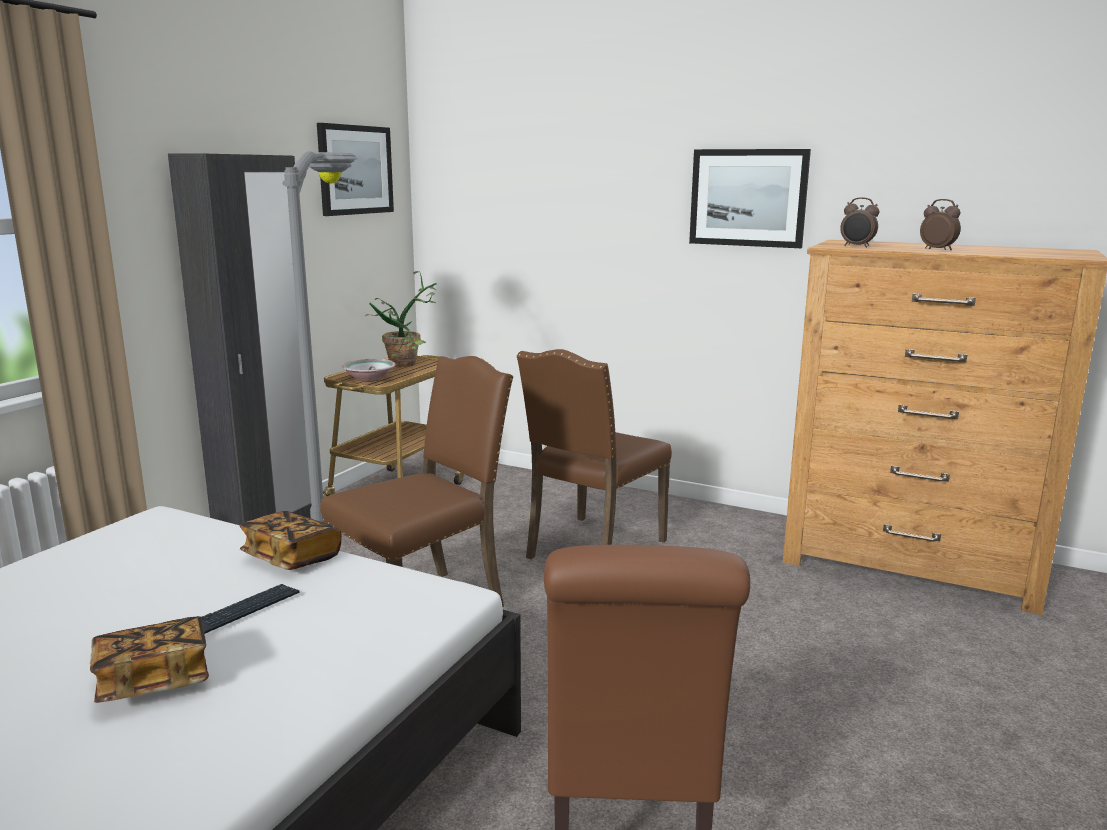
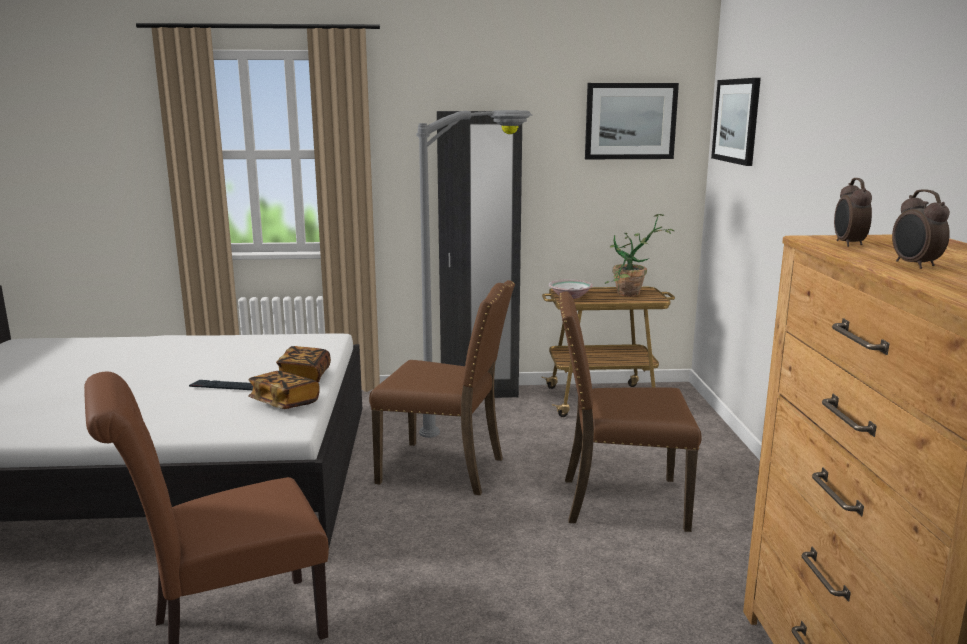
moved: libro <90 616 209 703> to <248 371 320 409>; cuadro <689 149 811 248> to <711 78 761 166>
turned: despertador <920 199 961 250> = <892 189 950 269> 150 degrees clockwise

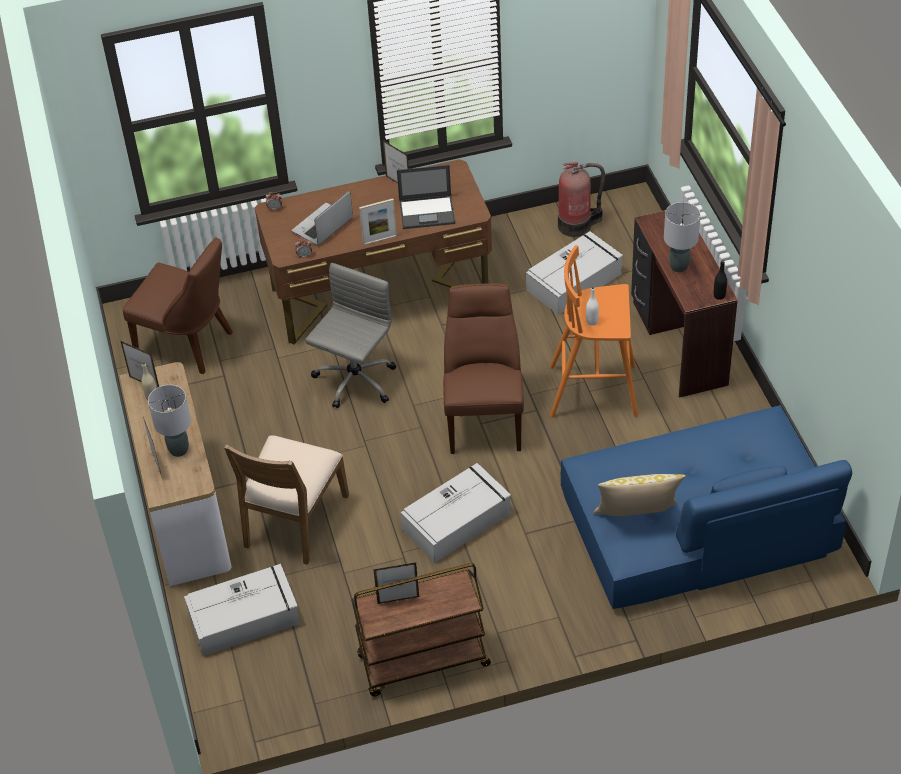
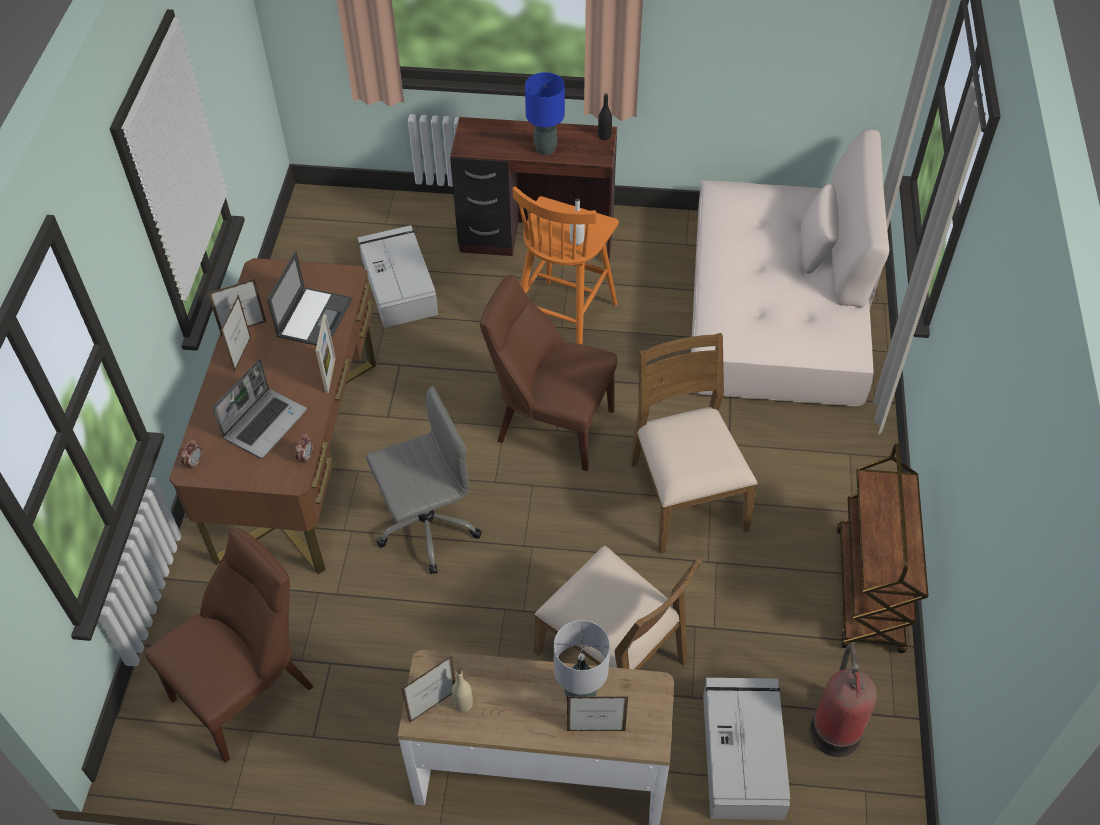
removed: cojín <593 474 686 516>
moved: portarretratos <373 562 419 604> to <221 294 251 372>; extintor <558 162 605 237> to <810 644 877 757>
replaced: caja de almacenaje/gris <400 463 511 562> to silla/marrón <630 333 758 553>
recoloured: sofá/azul <561 405 852 609> to sofá/beis <691 129 889 406>; lámpara de mesa/gris <664 202 700 272> to lámpara de mesa/azul <525 72 565 155>
turned: portátil <292 191 353 246> = <213 359 307 458> 120 degrees counterclockwise; silla de oficina/gris <305 263 396 408> = <366 385 481 574> 105 degrees clockwise

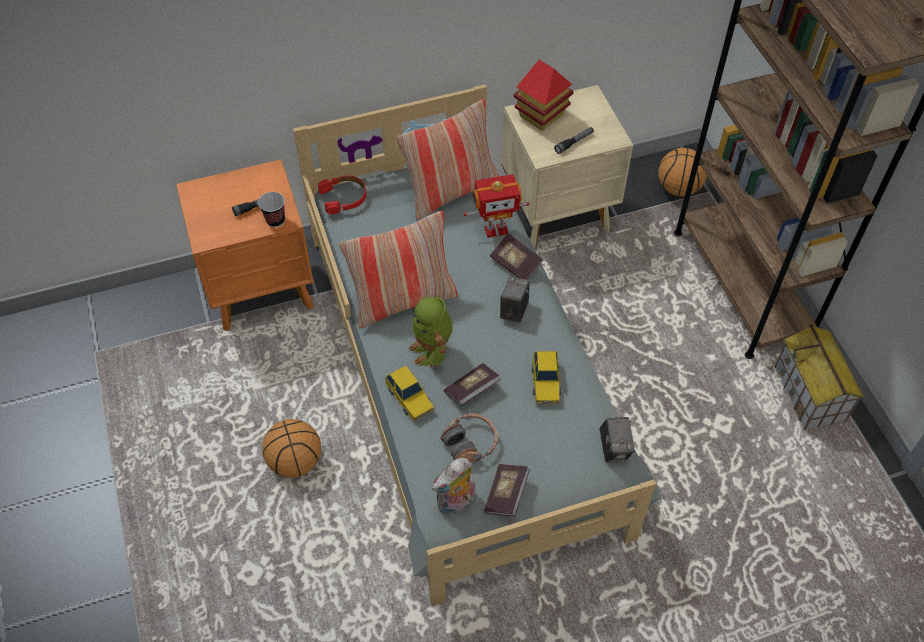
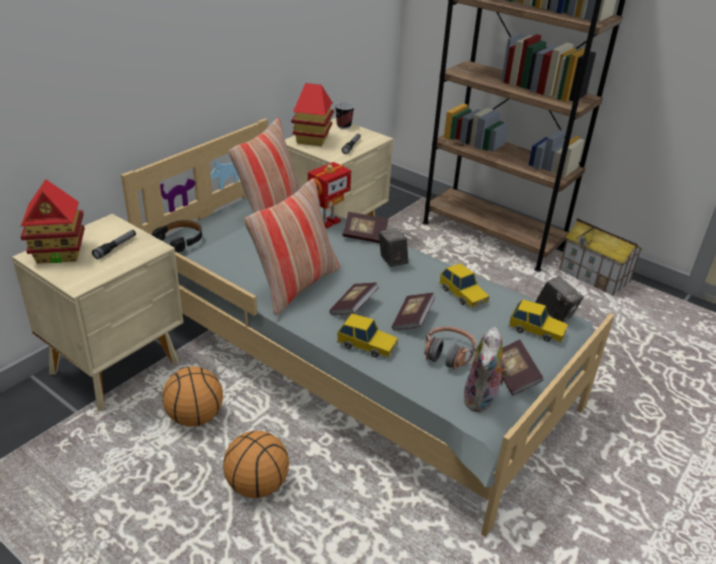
added: casita <20 179 85 264>; coche de juguete <508 300 568 343>
moved: taza <258 192 285 227> to <335 102 355 129>; balón de baloncesto <658 148 707 197> to <162 366 223 427>
replaced: robot de juguete <409 297 453 369> to libro <329 282 379 315>
recoloured: mesita de noche/naranja <176 159 314 331> to mesita de noche/beis <12 214 183 411>; auriculares/rojo <318 176 366 214> to auriculares/negro <152 220 202 253>

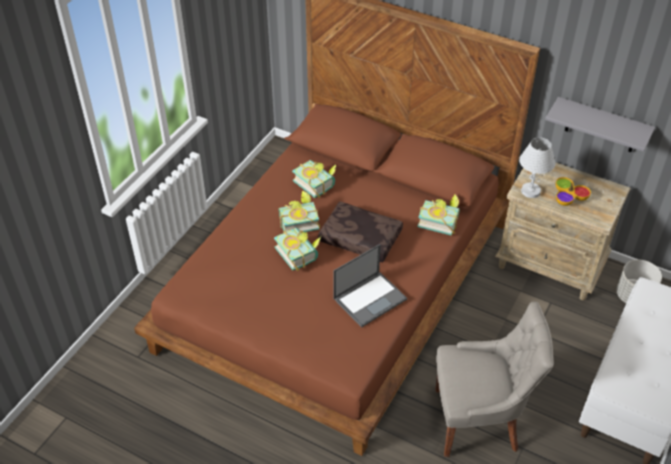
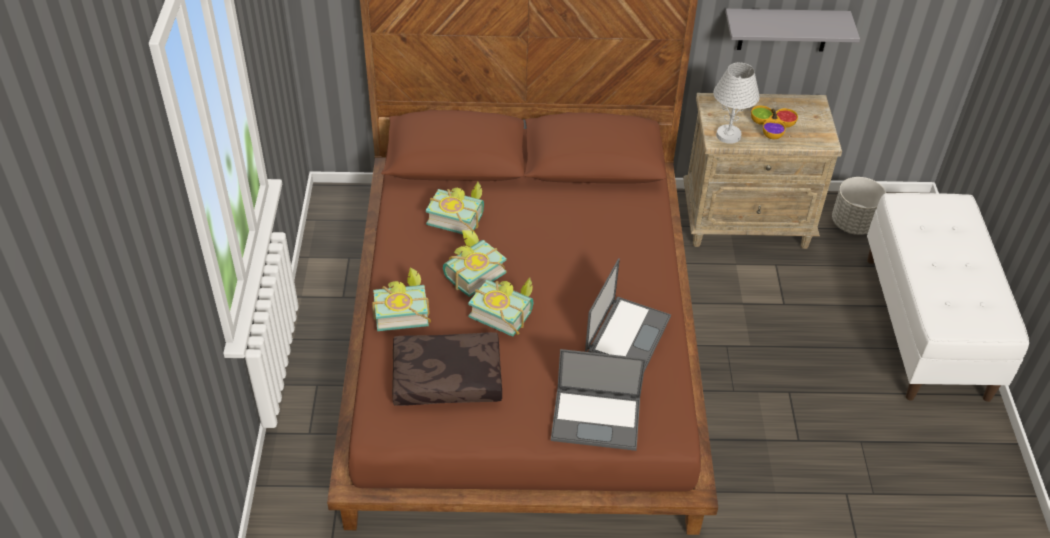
removed: silla/gris <435 301 554 457>
added: portátil <551 349 646 451>
moved: cojín/marrón <318 201 403 262> to <392 332 502 406>; libro <418 195 460 236> to <372 267 431 331>

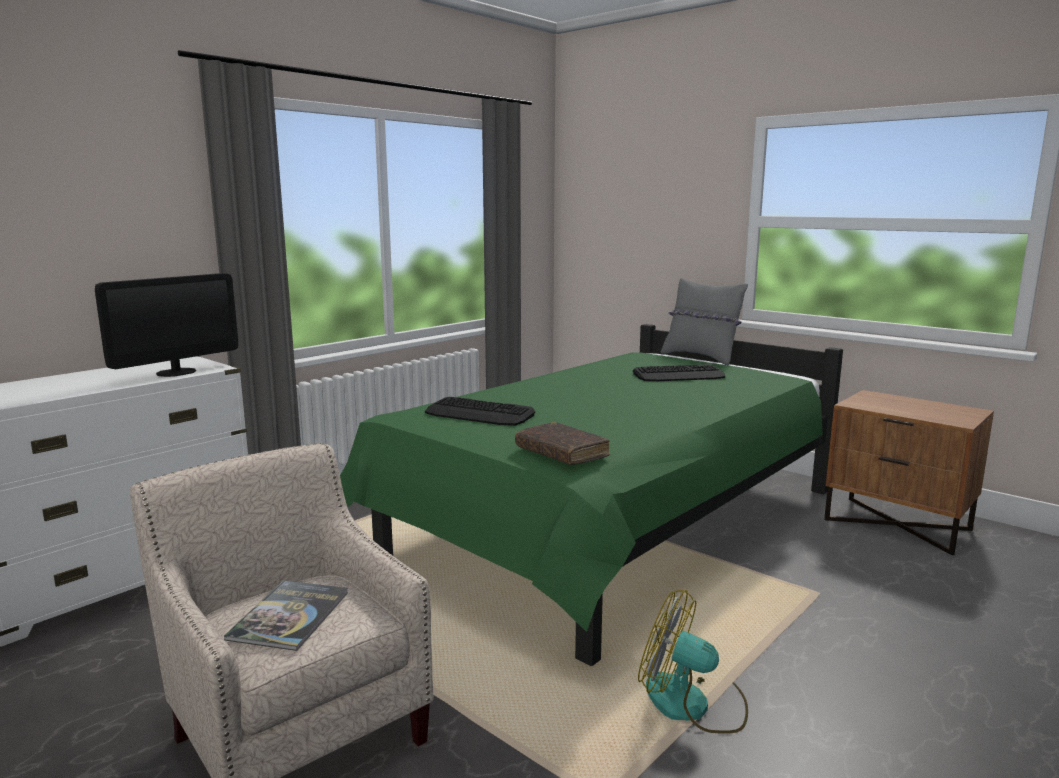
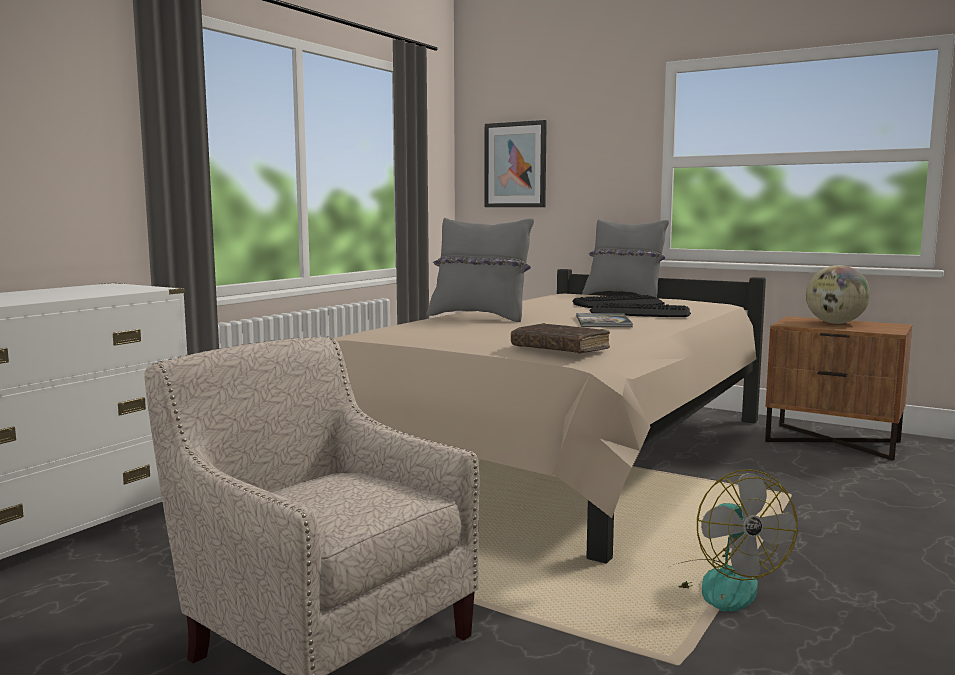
removed: monitor <95 273 238 377>
added: cojín/gris <426 218 534 322>; cuadro <485 120 547 207>; globo terráqueo <806 265 870 324>
moved: libro <224 580 348 651> to <576 313 633 327>; teclado <425 397 535 426> to <590 303 691 317>
recoloured: cama/verde <340 324 843 666> to cama/beis <333 269 766 563>
turned: ventilador <638 590 748 734> = <674 469 798 612> 120 degrees counterclockwise

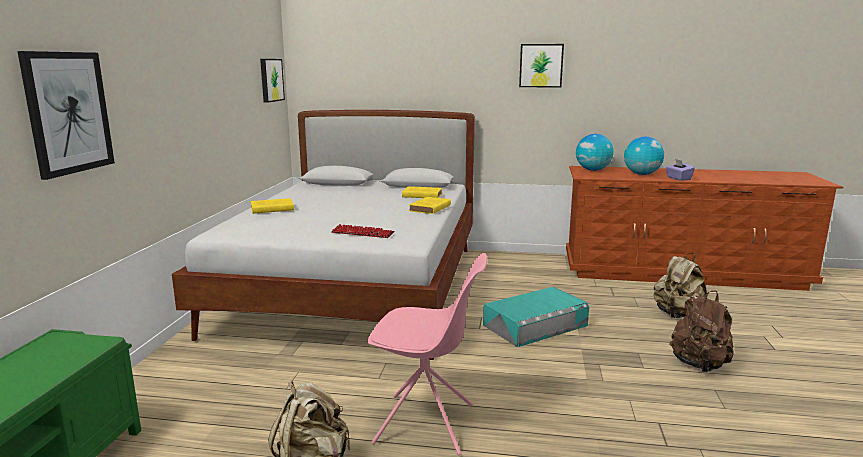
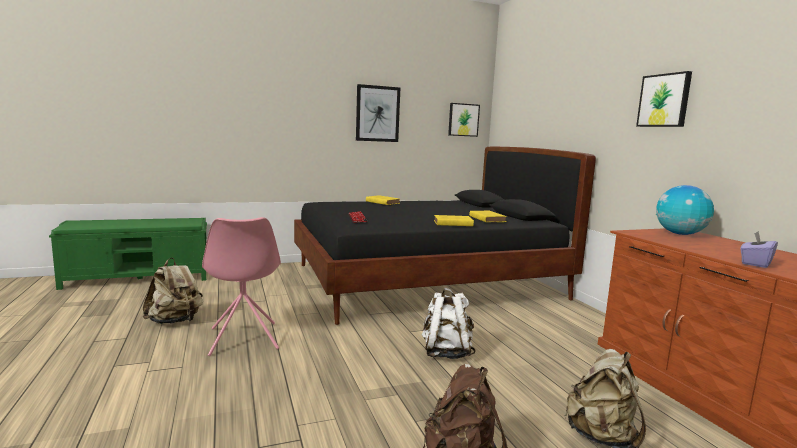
removed: globo terráqueo <624 137 664 175>
moved: cuadro <17 51 115 180> to <356 84 400 142>
replaced: caja de almacenaje/turquesa <483 287 589 347> to mochila/blanco <422 288 476 359>
recoloured: cama/blanco <172 110 475 360> to cama/negro <294 147 596 325>

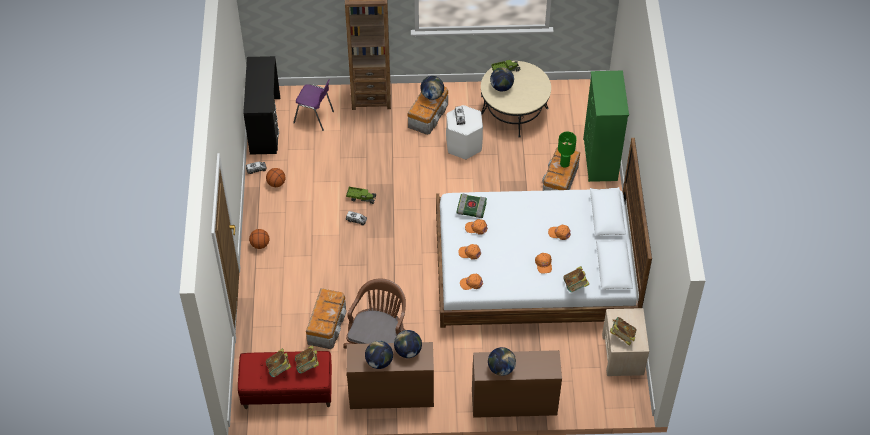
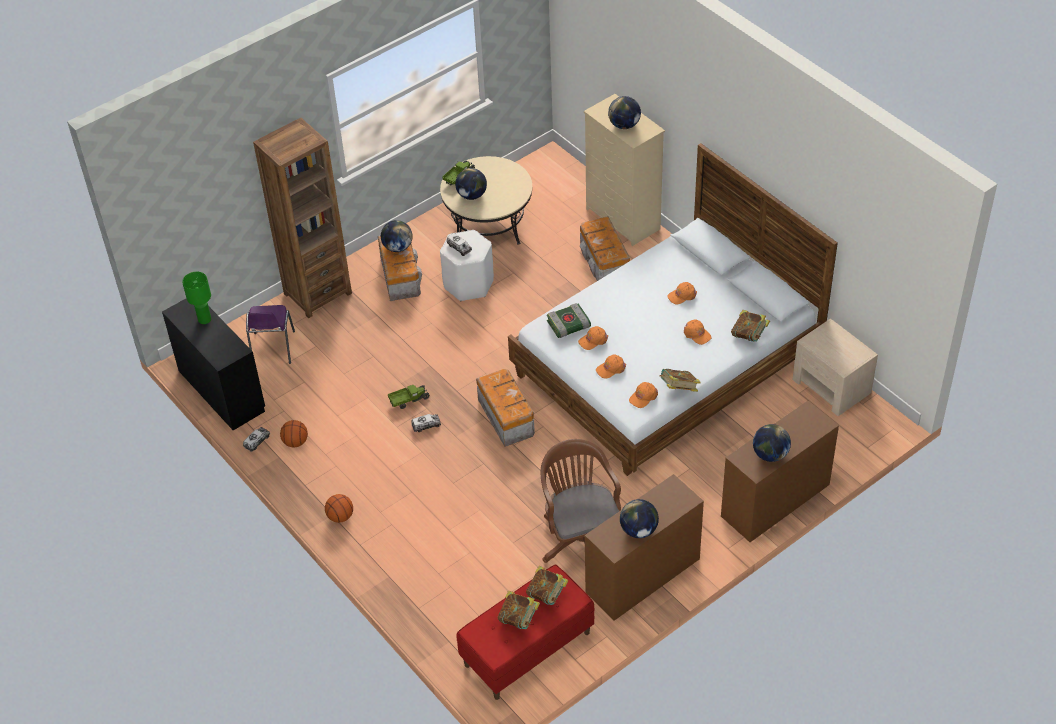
moved: caja de almacenaje <306 288 347 349> to <476 369 535 447>; globo terráqueo <394 330 422 358> to <608 96 641 129>; lámpara de mesa/verde <558 132 577 168> to <182 272 211 324>; libro <610 317 637 346> to <660 369 701 392>
recoloured: cómoda/verde <583 71 629 182> to cómoda/beis <584 94 665 246>
turned: silla/morado <293 80 334 131> = <246 305 295 364> 105 degrees clockwise

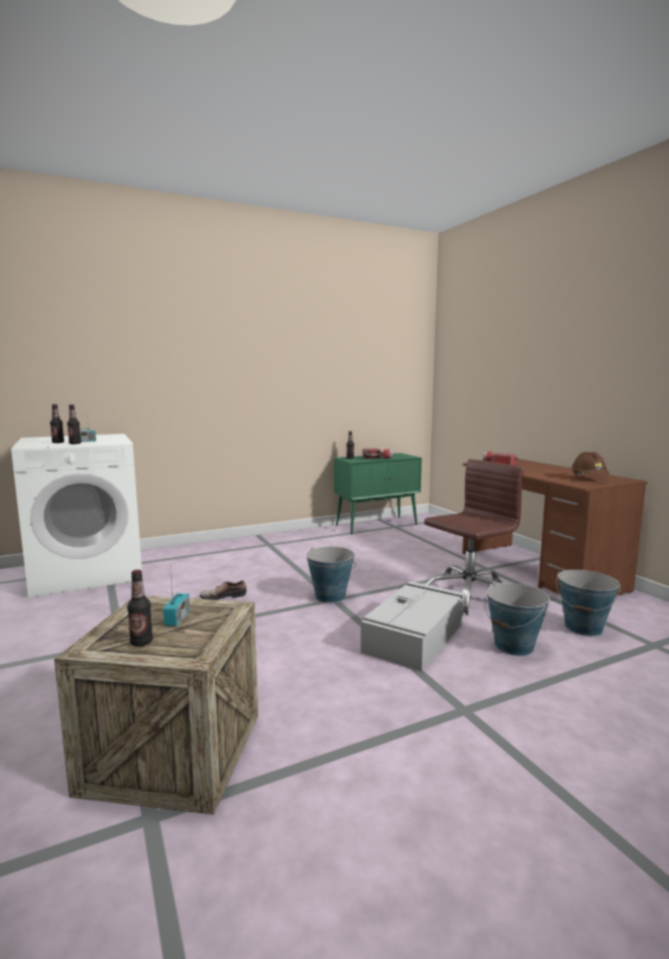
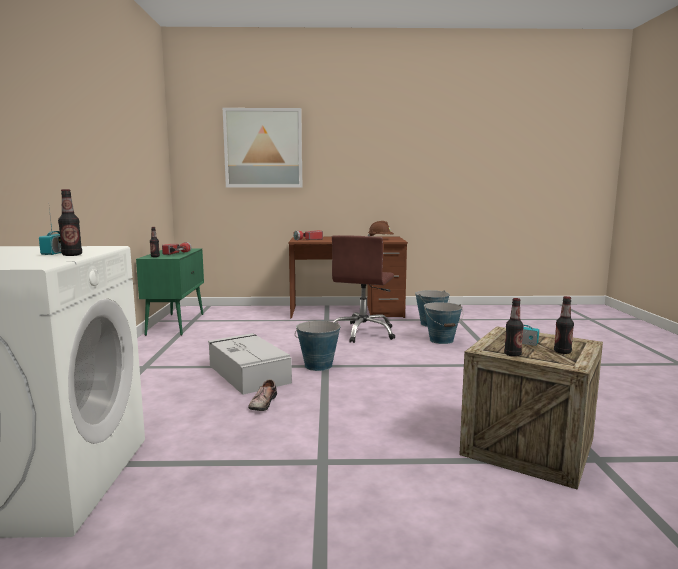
added: cuadro <223 108 302 188>
moved: botella <50 404 64 443> to <504 298 524 357>; caja de almacenaje/gris <361 581 465 672> to <208 333 292 395>
turned: silla de oficina/marrón <424 459 524 615> = <332 235 395 343> 150 degrees counterclockwise

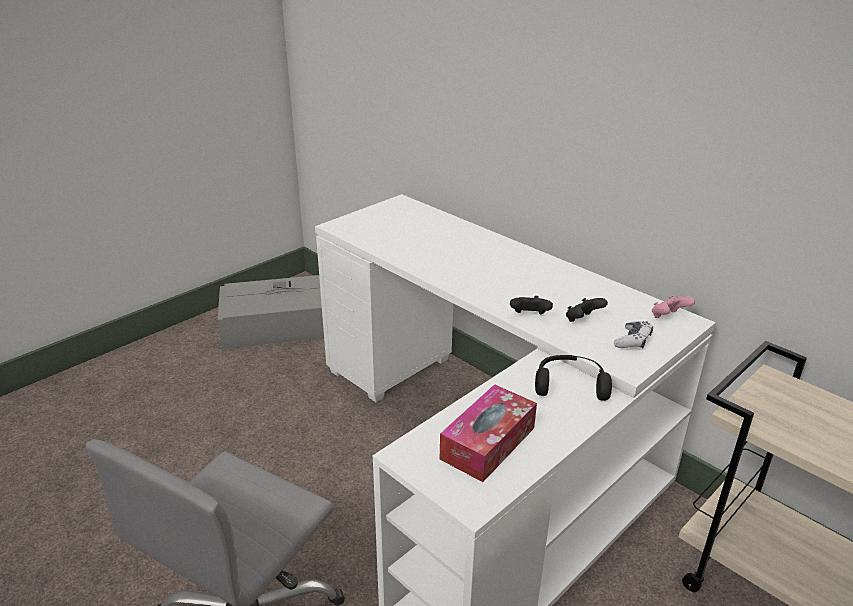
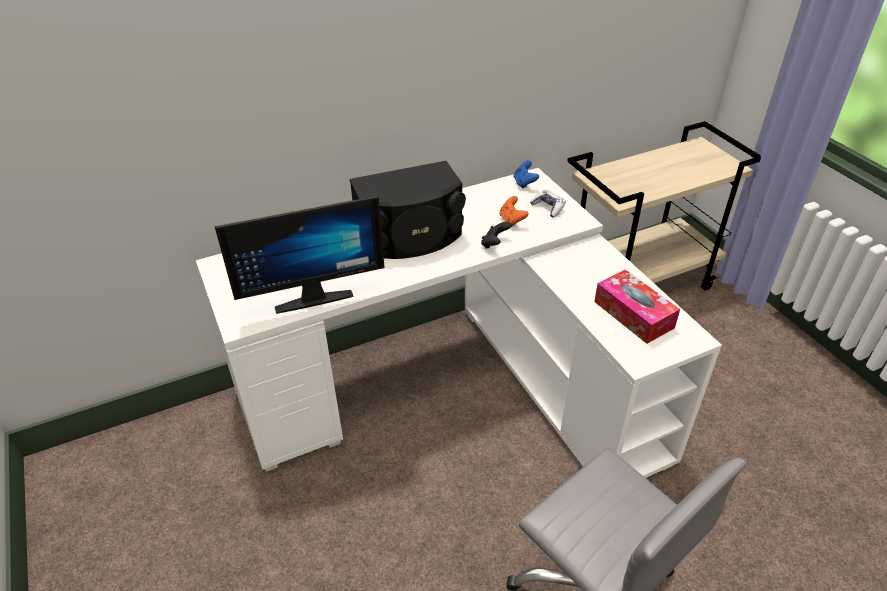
removed: caja de almacenaje/gris <218 275 324 349>; auriculares/negro <535 355 612 401>
added: monitor <214 195 385 314>; altavoz/negro <350 161 466 259>
recoloured: mando de consola/negro <566 298 608 322> to mando de consola/naranja <499 196 529 227>; mando de consola/rosa <652 295 695 318> to mando de consola/azul <514 160 539 189>

